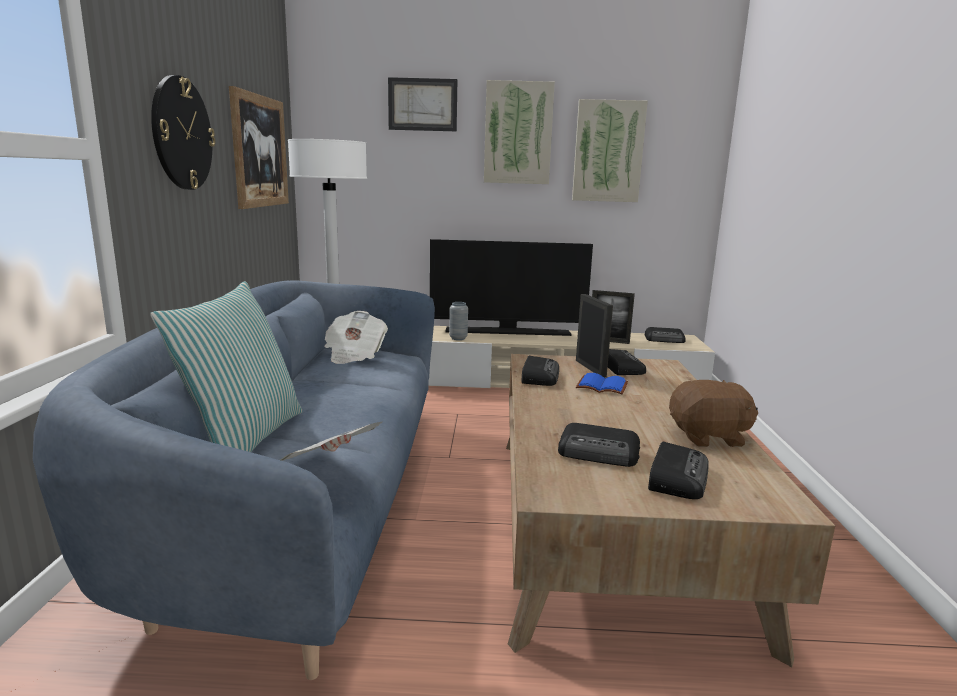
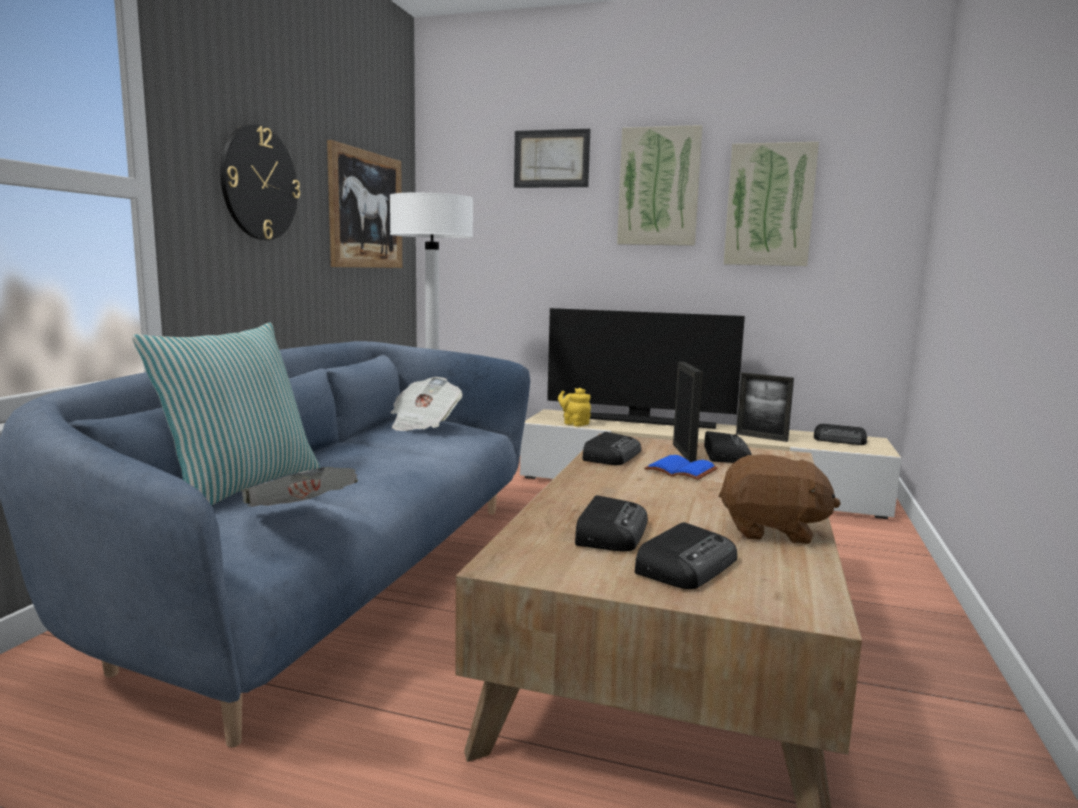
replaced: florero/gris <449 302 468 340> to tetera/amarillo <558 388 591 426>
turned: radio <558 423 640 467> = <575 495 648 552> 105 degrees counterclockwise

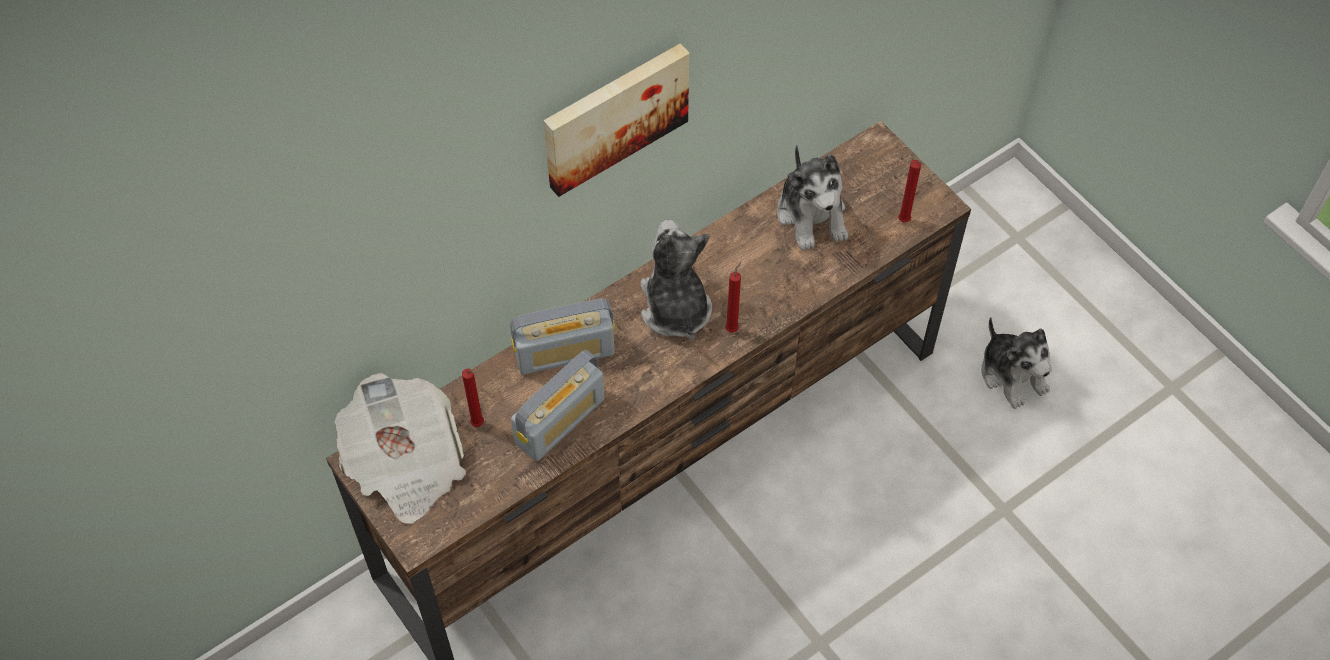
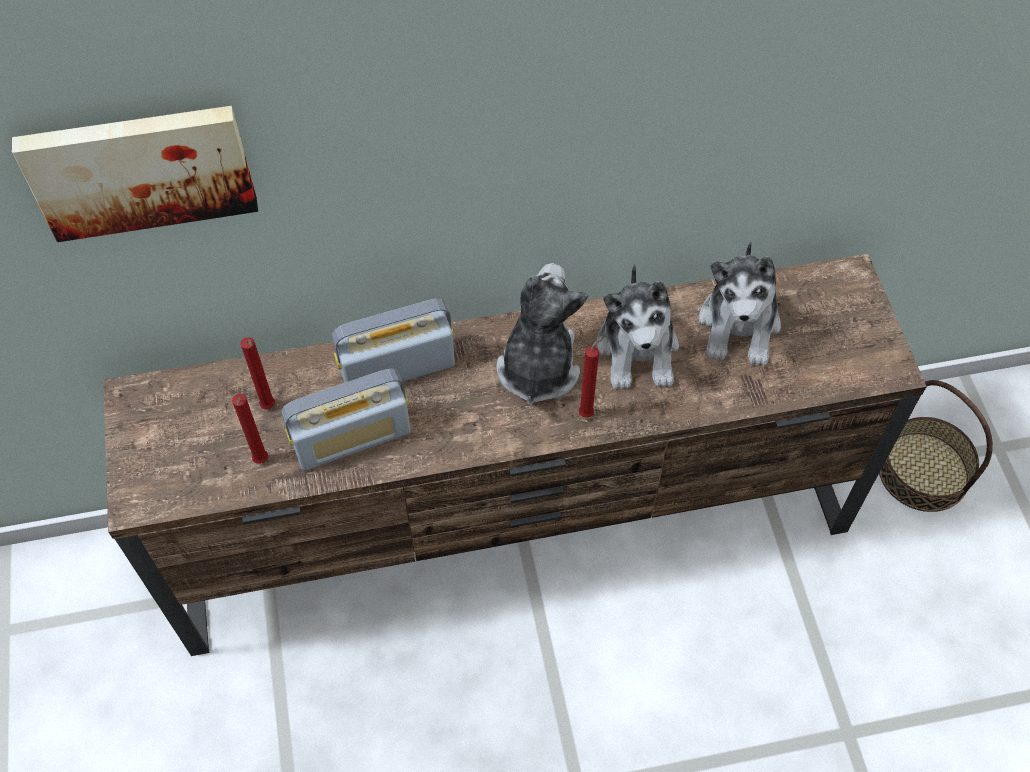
removed: periódico <335 373 466 524>
added: cesta <879 380 993 512>
moved: cuadro <543 44 689 197> to <12 106 258 242>; vela/rojo <898 160 925 223> to <232 394 268 464>; peluche <981 317 1052 409> to <596 263 679 390>
turned: radio <510 298 615 375> = <332 299 455 383> 150 degrees clockwise

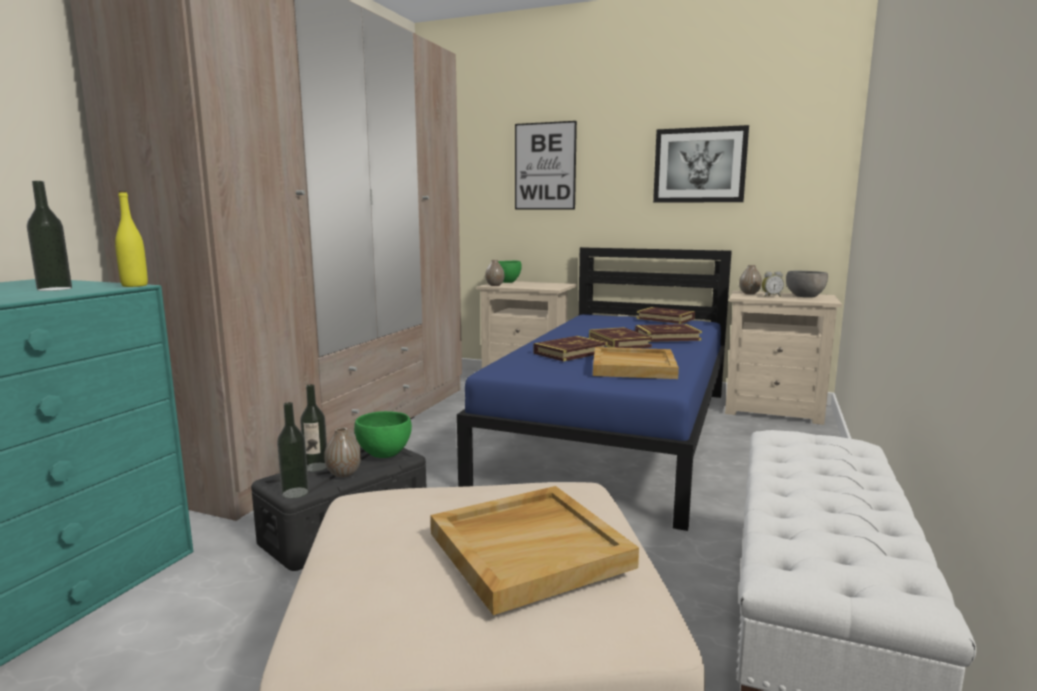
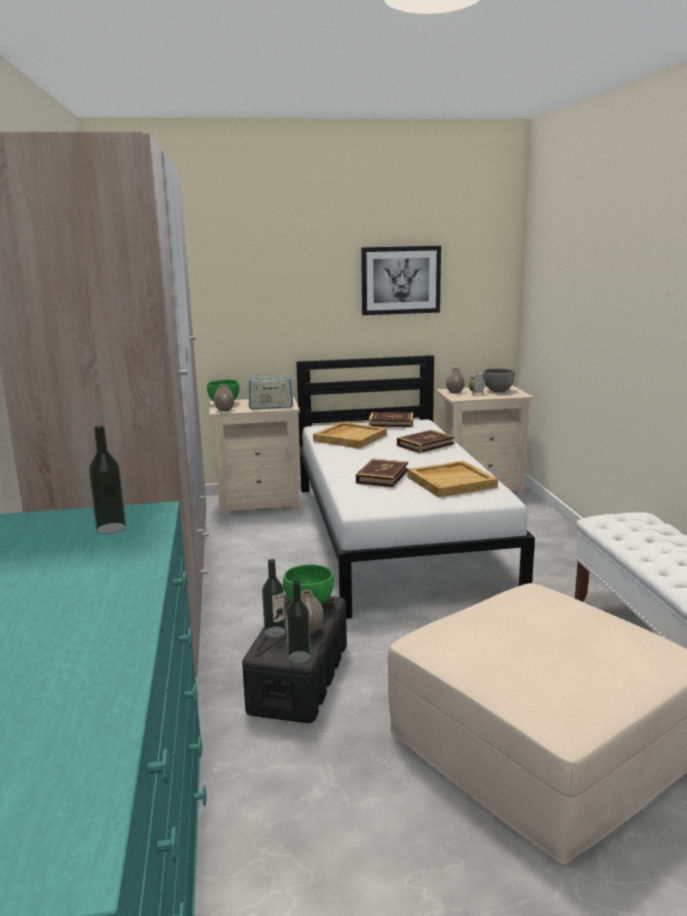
removed: botella/amarillo <115 191 148 287>; cuadro <515 121 577 210>; libro <589 327 652 348>
added: radio <248 371 293 409>
moved: bandeja/beis <430 486 639 615> to <313 422 387 449>
recoloured: cama/azul <457 247 732 531> to cama/blanco <296 355 535 619>

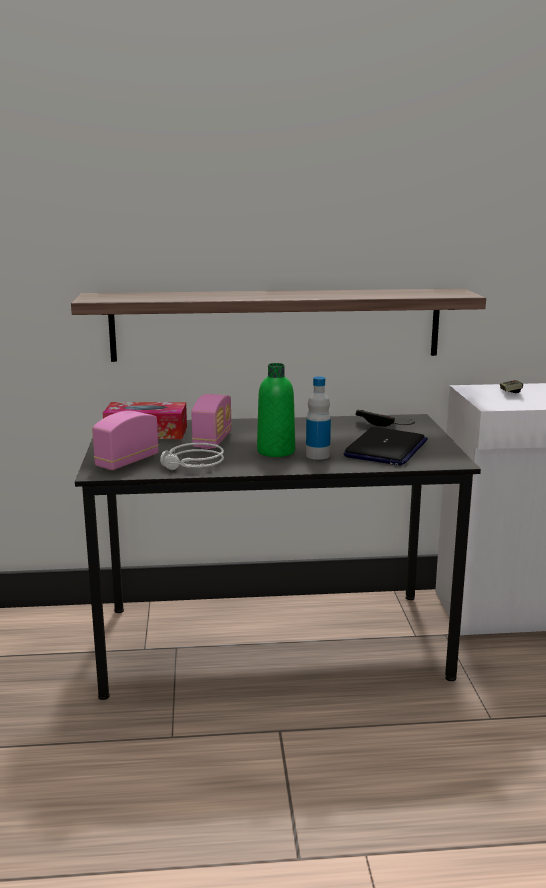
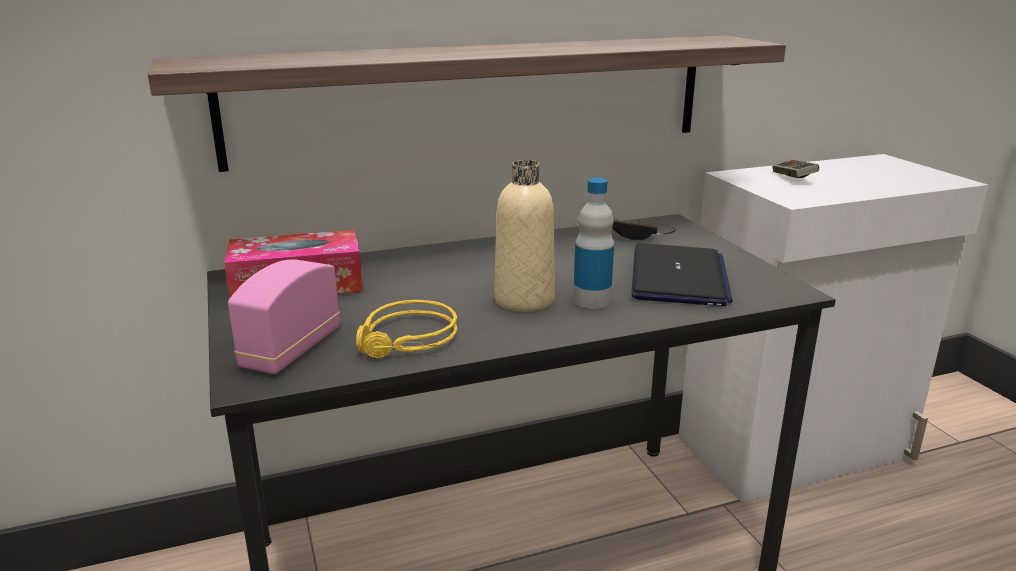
removed: radio <191 394 232 449>
recoloured: auriculares/gris <160 443 224 470> to auriculares/amarillo <356 300 458 359>; botella/verde <257 363 295 457> to botella/beis <494 160 555 312>

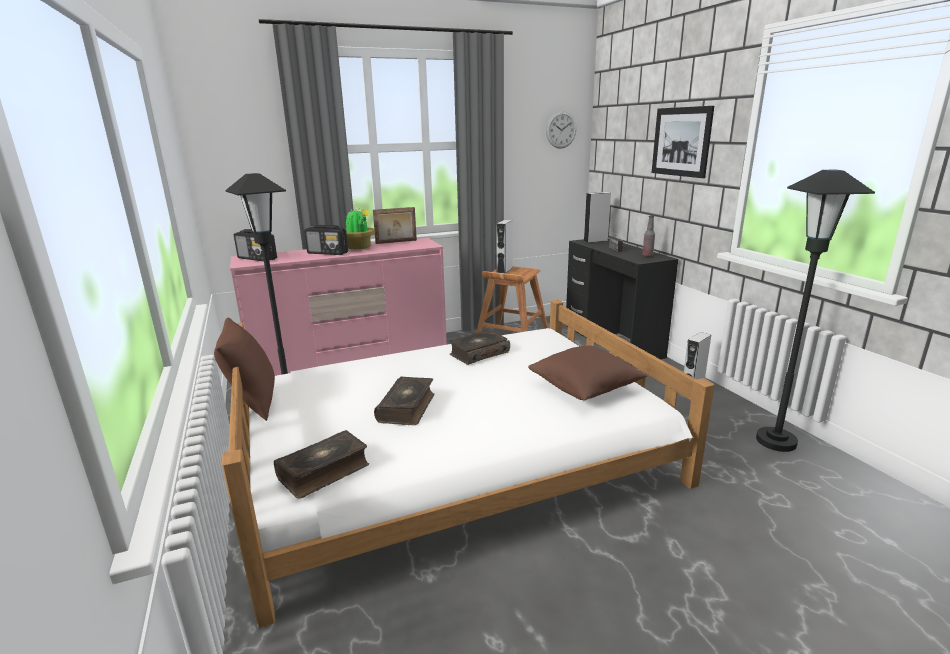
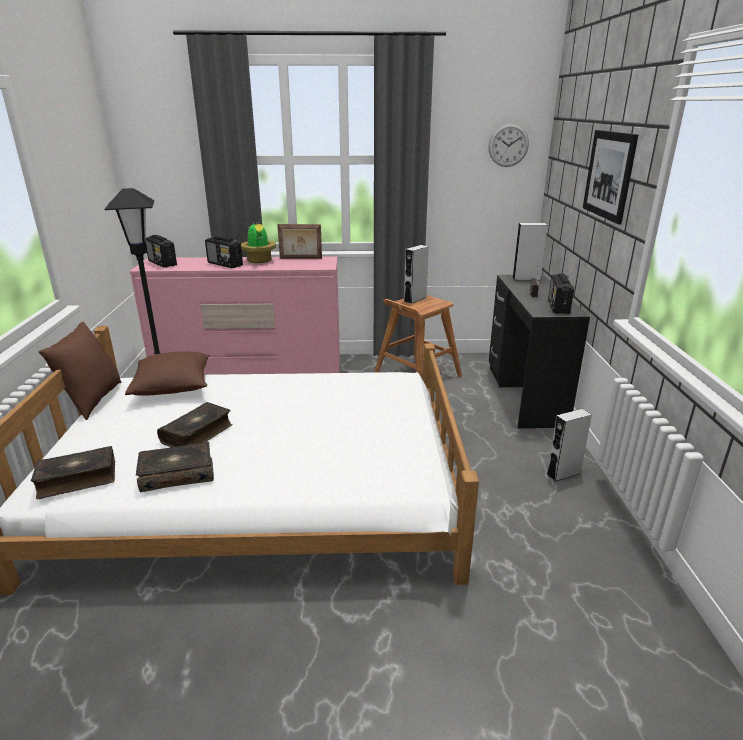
removed: lámpara de pie/negro <756 170 875 452>
moved: libro <449 329 510 365> to <136 441 214 492>; cojín/marrón <528 345 647 401> to <125 352 210 396>
replaced: botella <642 215 655 257> to radio <548 274 574 314>

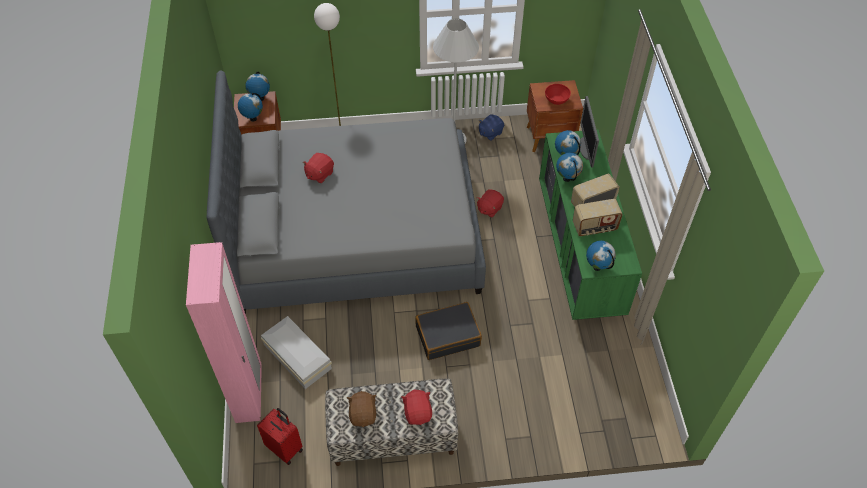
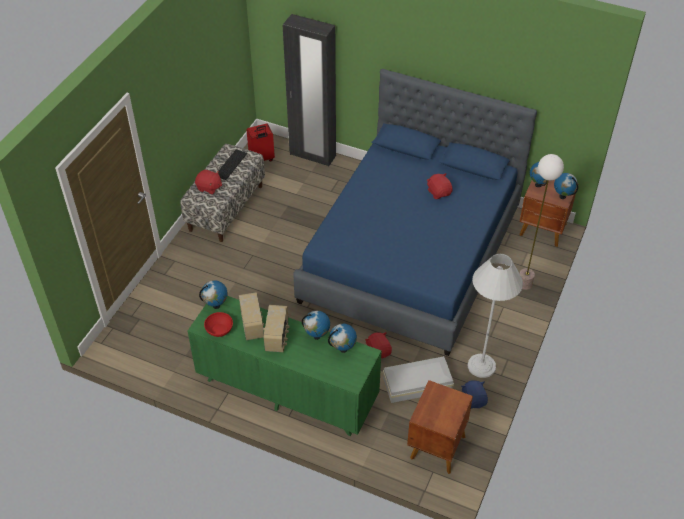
removed: maleta/negro <415 302 482 360>; monitor <580 96 599 168>
moved: caja de almacenaje/blanco <261 316 332 389> to <383 356 454 403>; cuenco/rojo <545 84 571 105> to <204 312 233 337>
replaced: peluche/marrón <347 391 376 427> to teclado <219 149 247 180>
recoloured: armario ropero/rosa <186 242 262 423> to armario ropero/negro <283 14 336 166>; cama/gris <207 70 486 314> to cama/azul <293 69 537 356>
turned: radio <573 199 623 236> = <239 292 265 340> 150 degrees clockwise

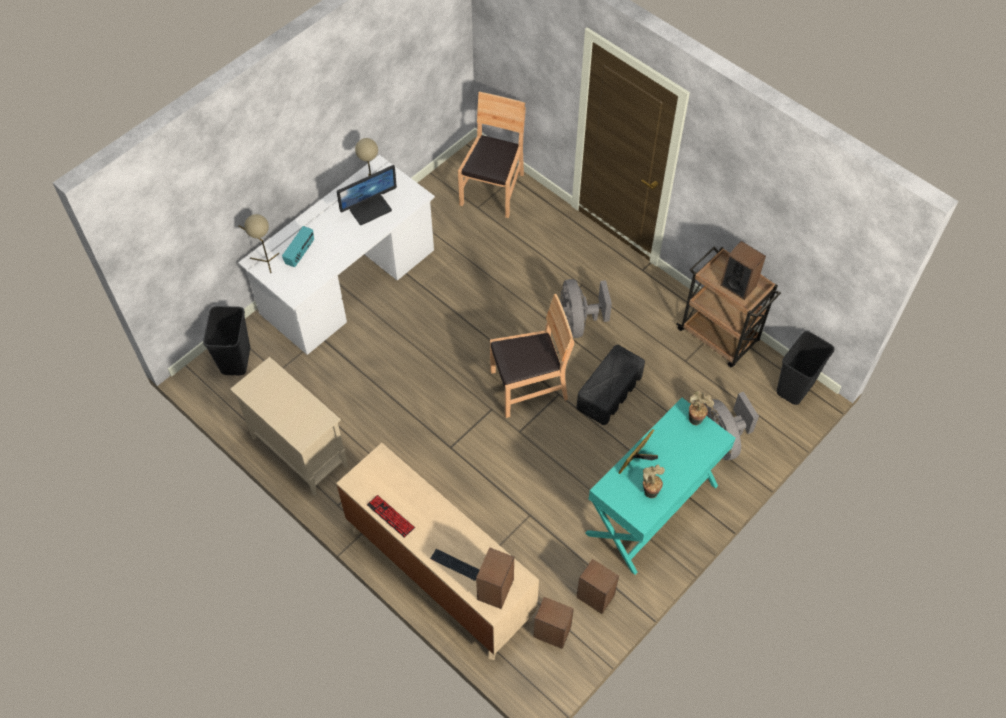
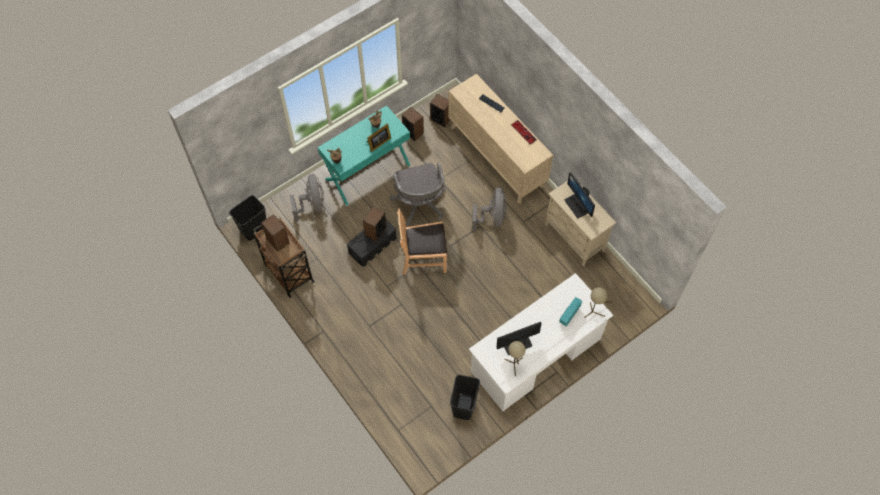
removed: silla/marrón <458 92 526 218>
added: silla de oficina/gris <389 163 446 226>; monitor <564 172 595 218>
moved: papelera/negro <203 306 250 375> to <450 375 480 420>; altavoz <476 547 514 609> to <363 206 387 242>; ventilador/gris <560 279 612 338> to <472 188 507 231>

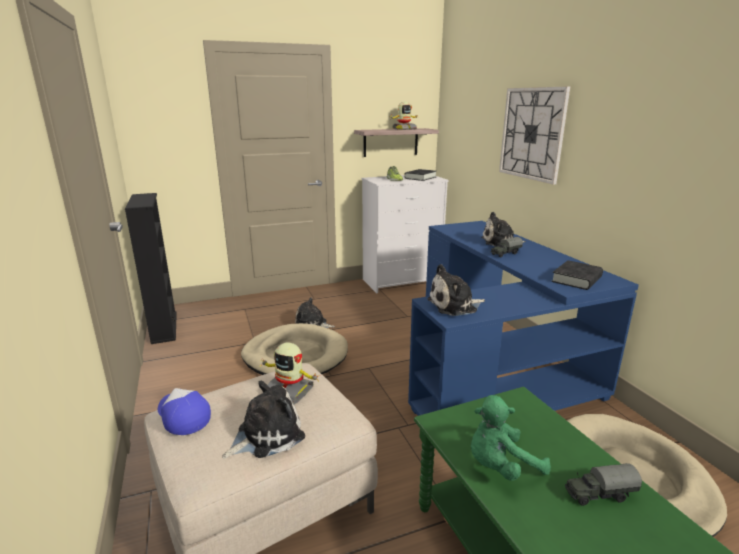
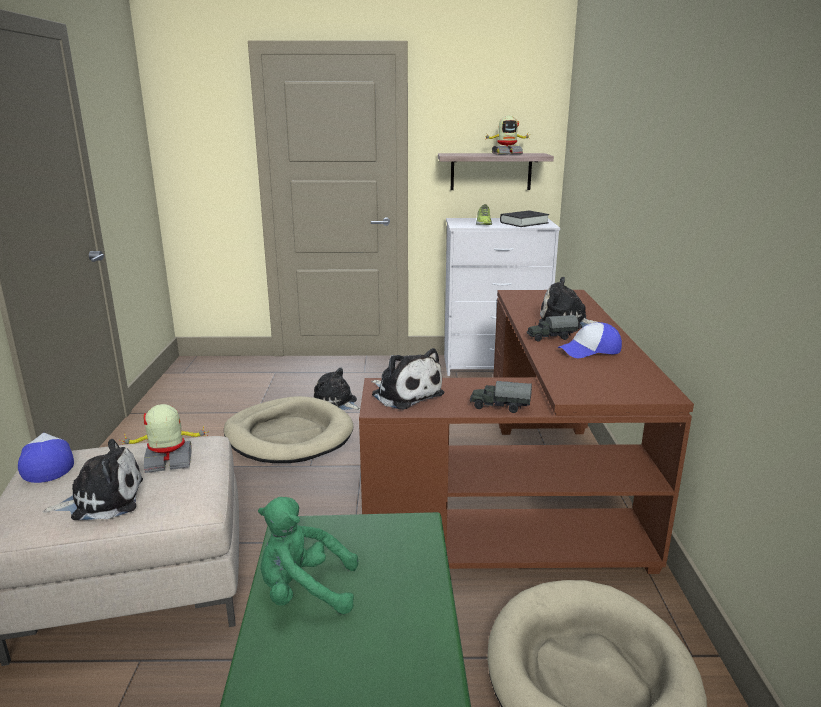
removed: estantería/negro <125 193 177 344>; reloj de pared <499 86 570 185>; libro/negro <551 260 603 290>
added: gorra <558 322 622 358>
moved: camión de juguete <565 463 642 506> to <470 381 532 413>
recoloured: escritorio/azul <408 221 639 416> to escritorio/marrón <359 290 694 574>
turned: robot de juguete <261 343 318 405> = <119 404 209 473> 120 degrees clockwise; peluche <427 264 485 316> = <371 348 444 410> 135 degrees counterclockwise

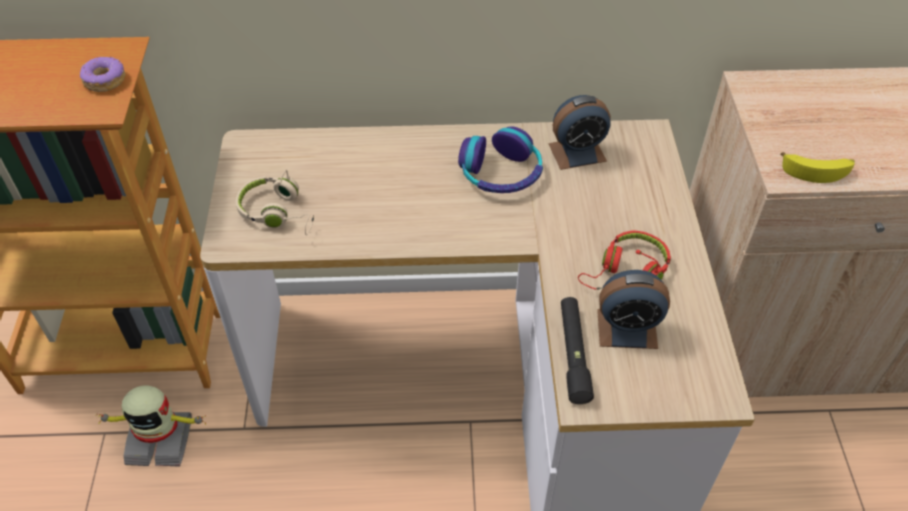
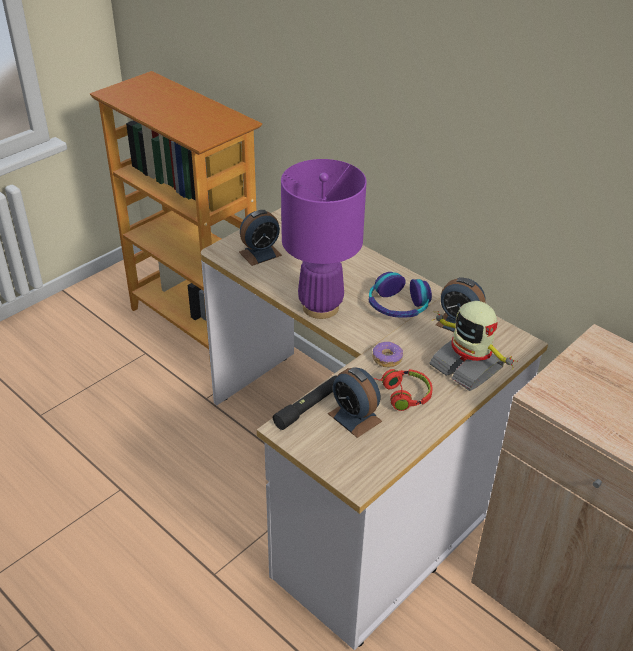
removed: plátano <781 152 855 183>
added: lámpara de mesa/morado <281 159 367 319>
moved: rosquilla <80 56 125 92> to <372 342 403 367>; robot de juguete <94 385 206 467> to <429 301 518 391>
replaced: auriculares/beis <236 170 314 236> to despertador <239 210 282 266>

